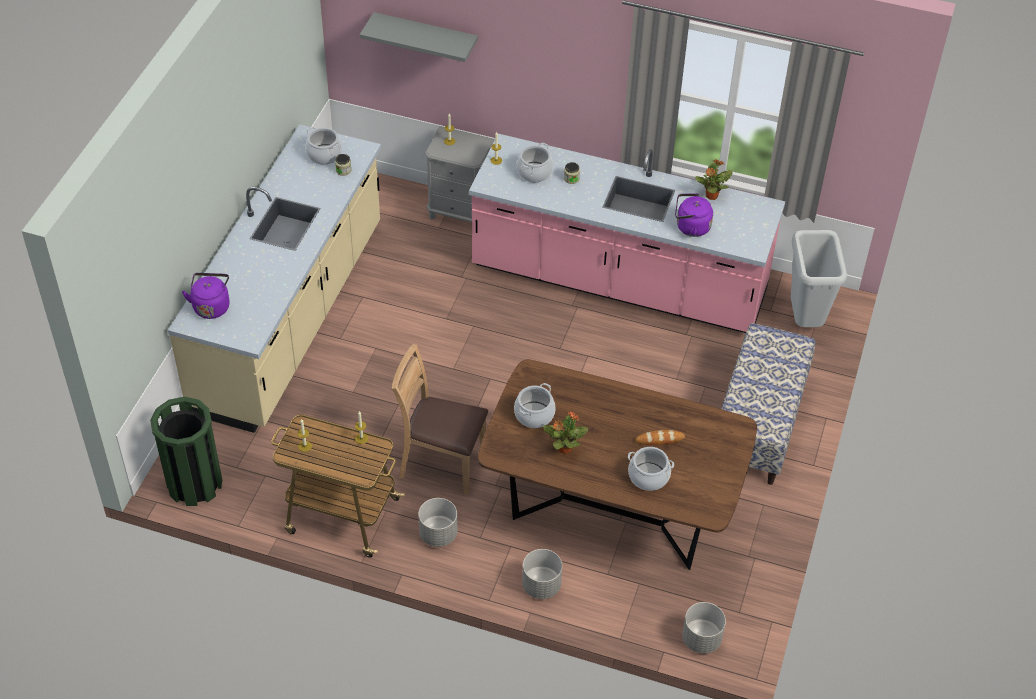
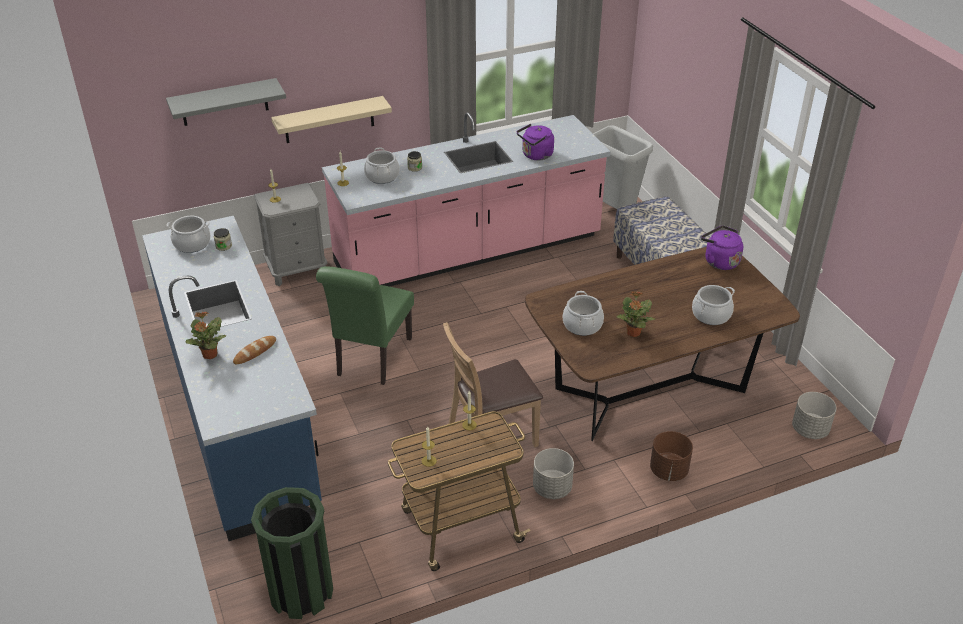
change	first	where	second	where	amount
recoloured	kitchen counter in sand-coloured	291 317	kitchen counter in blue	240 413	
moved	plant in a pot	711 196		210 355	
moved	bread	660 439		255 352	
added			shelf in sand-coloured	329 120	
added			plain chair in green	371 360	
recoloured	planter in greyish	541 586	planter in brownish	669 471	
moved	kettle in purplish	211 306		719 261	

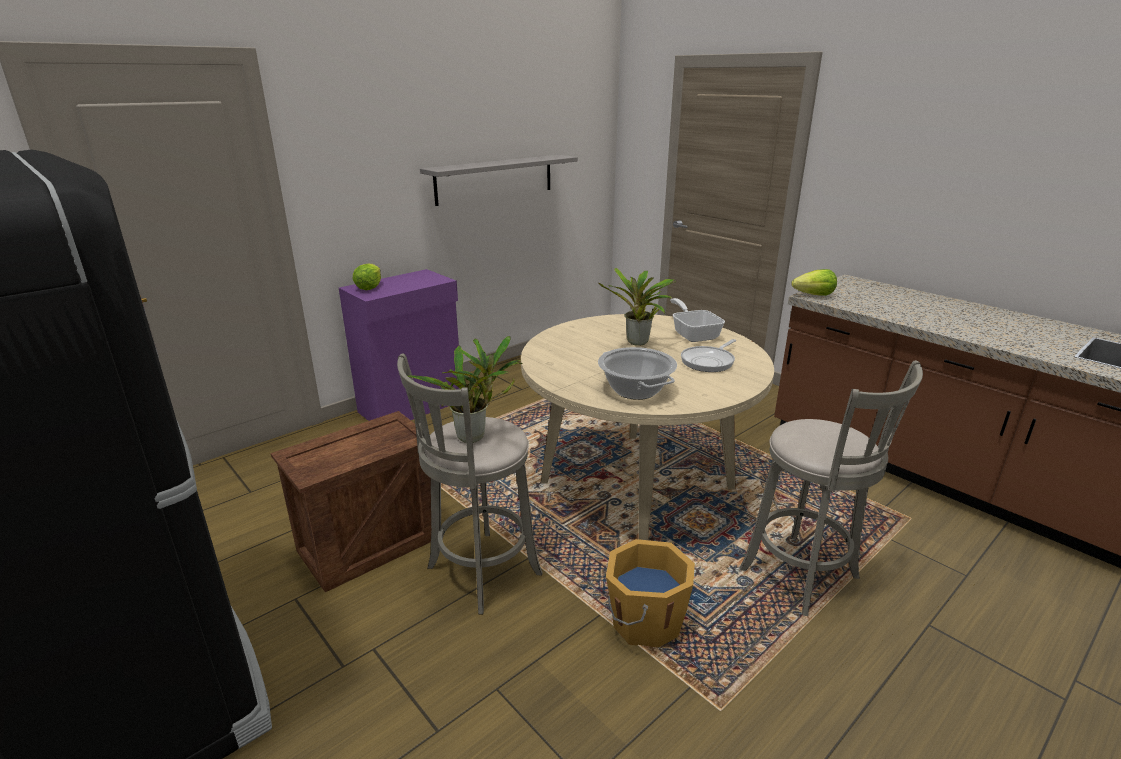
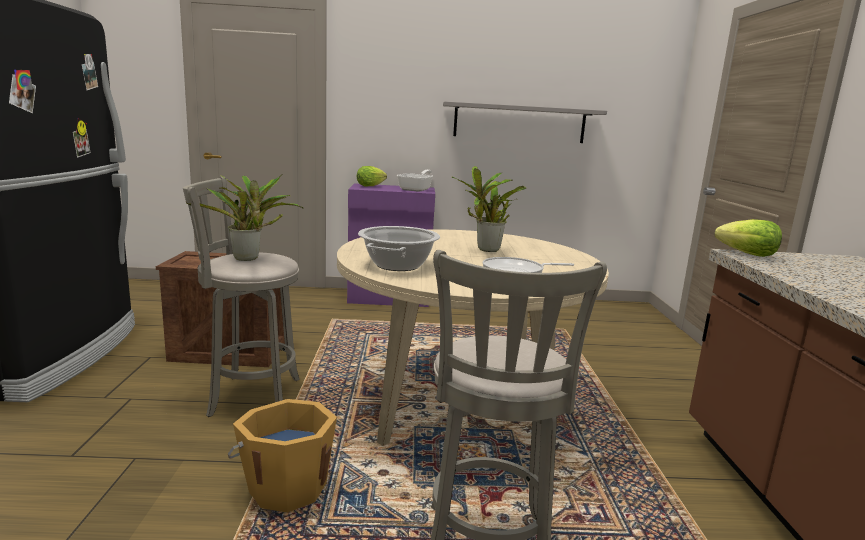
change	first	where	second	where	amount
moved	skillet	693 334		417 189	

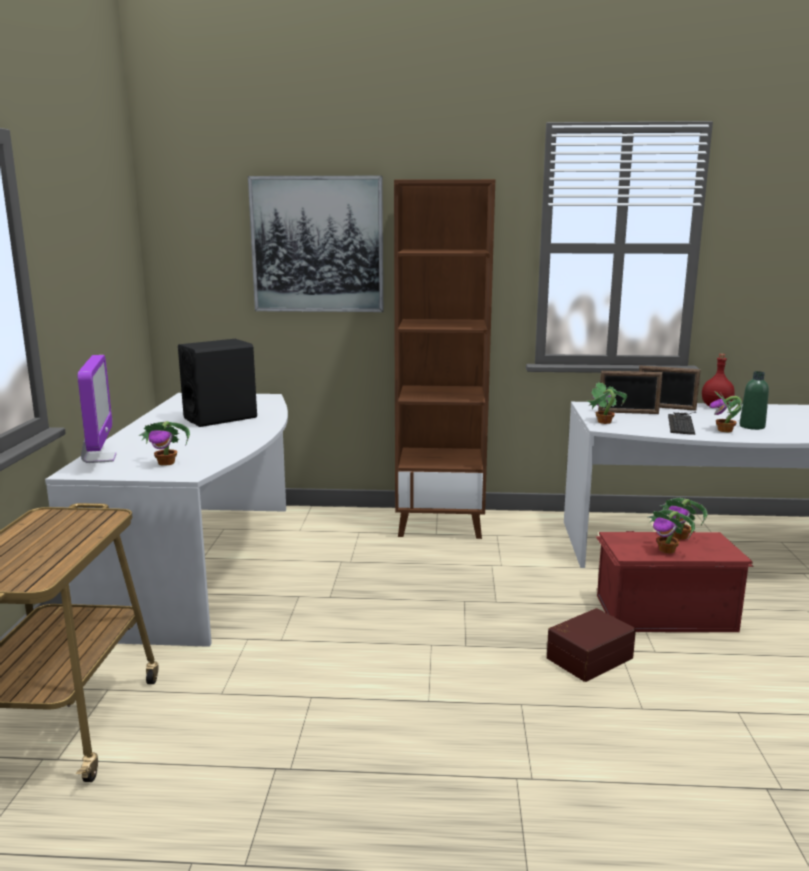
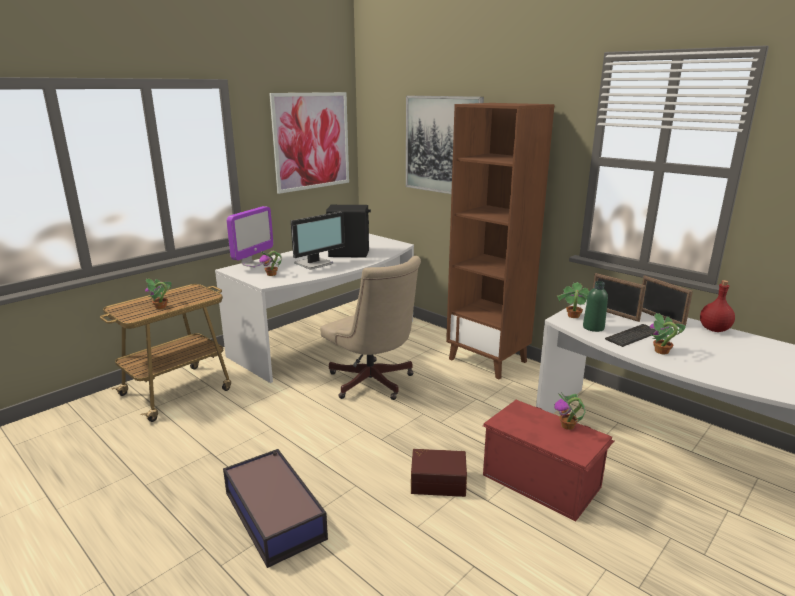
change	first	where	second	where	amount
moved	plant in a pot	667 550		161 307	
added			storage container	274 514	
added			picture	311 141	
added			computer screen	315 263	
added			office chair in sand-coloured	373 384	
moved	beverage bottle in green	752 426		593 327	

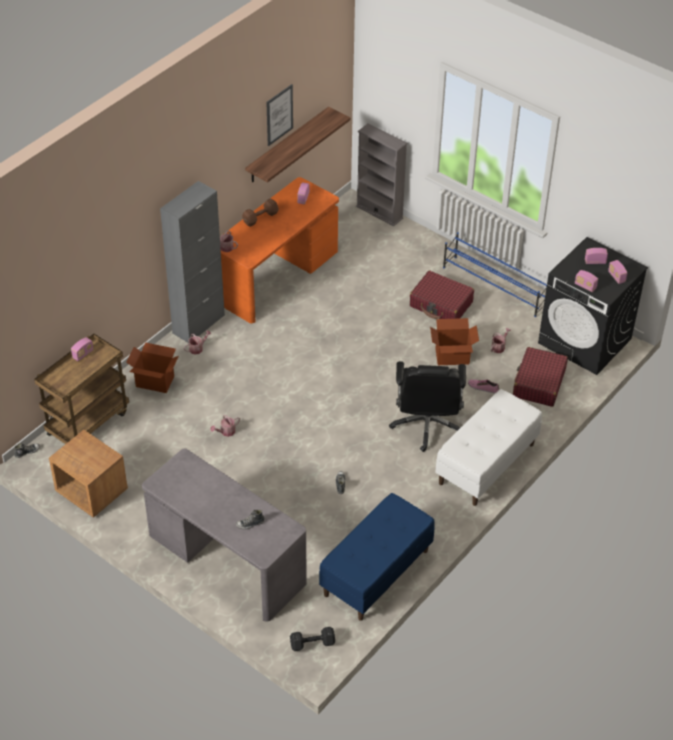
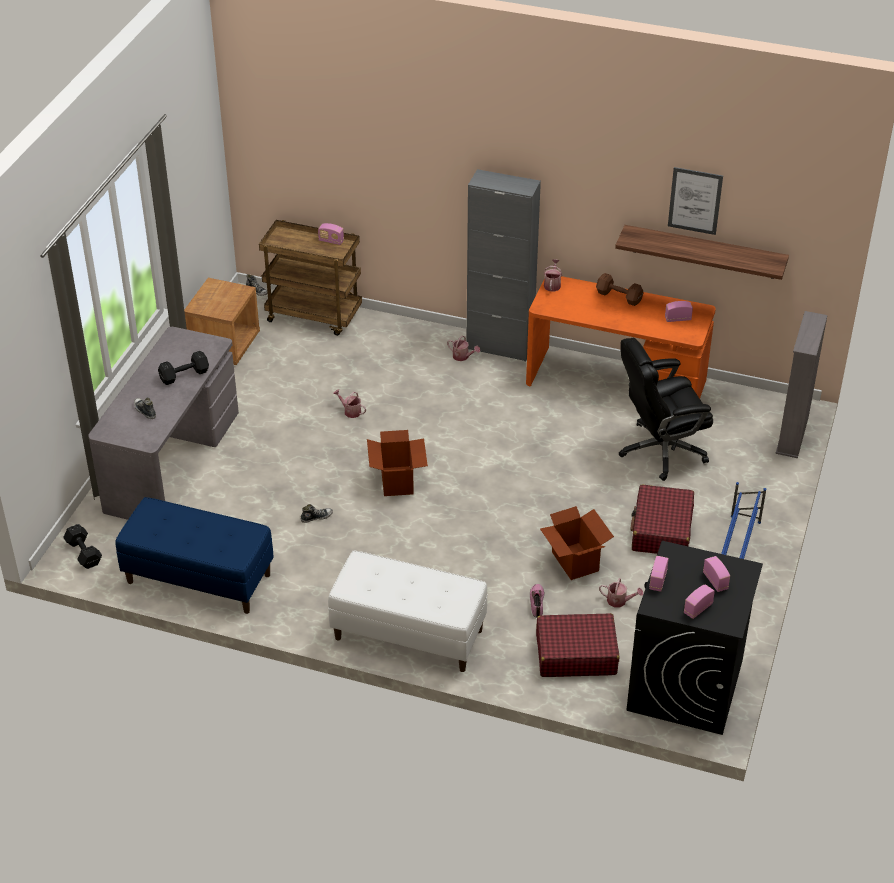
change	first	where	second	where	amount
added			free weight in black	183 375	
moved	cardboard box	155 381		397 481	
moved	office chair in black	427 425		660 450	

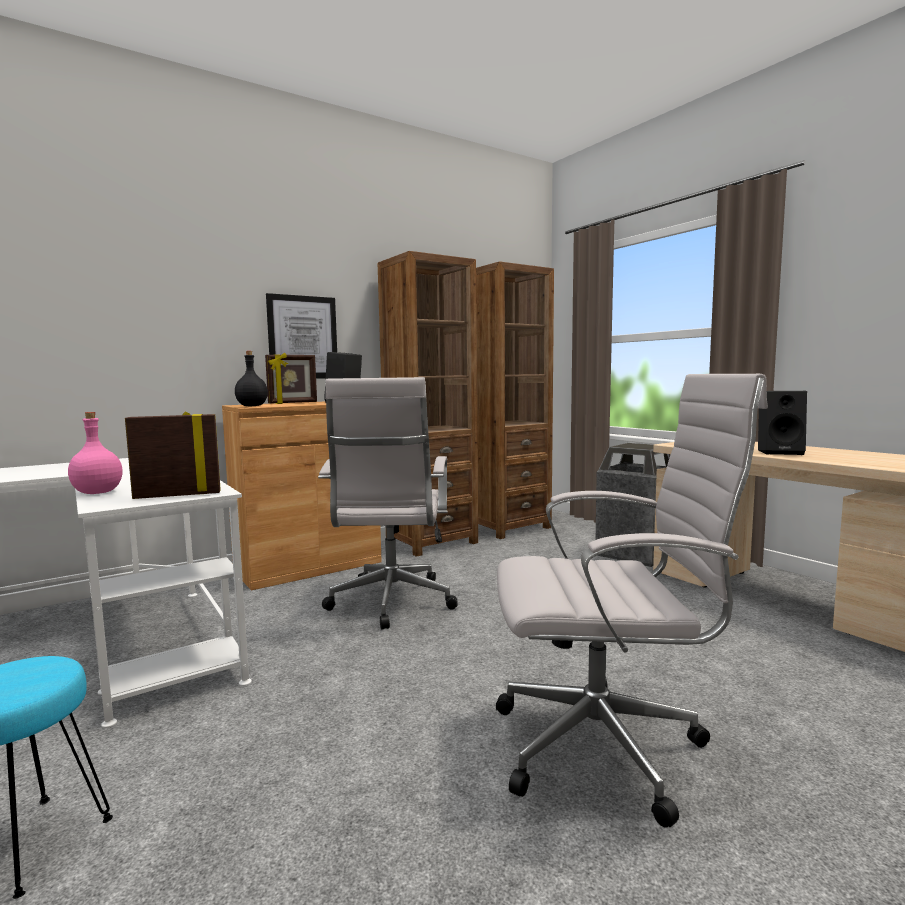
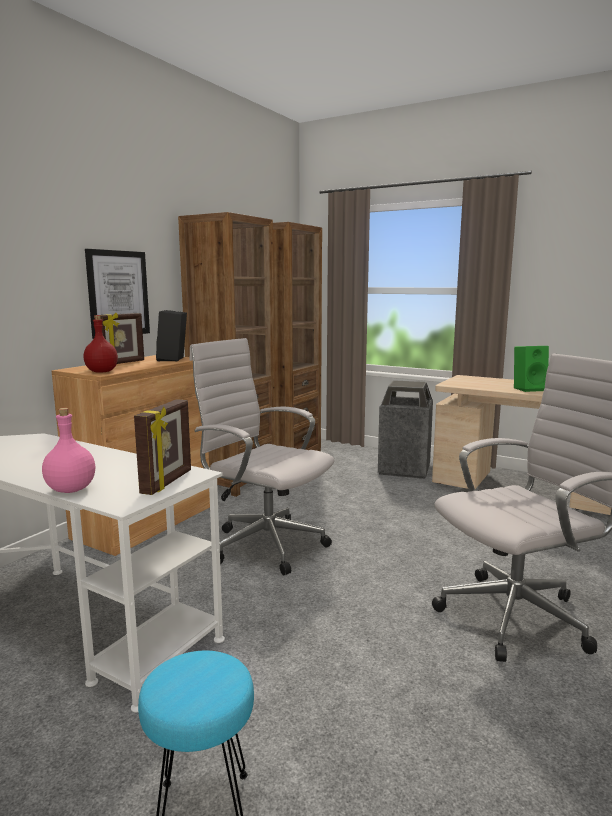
change	first	where	second	where	amount
recoloured	beverage bottle in black	252 406	beverage bottle in red-coloured	102 371	
turned	picture frame	178 495		168 482	150 degrees clockwise
turned	office chair in white-coloured	391 604		264 544	150 degrees clockwise
recoloured	speaker in black	780 452	speaker in green	529 389	

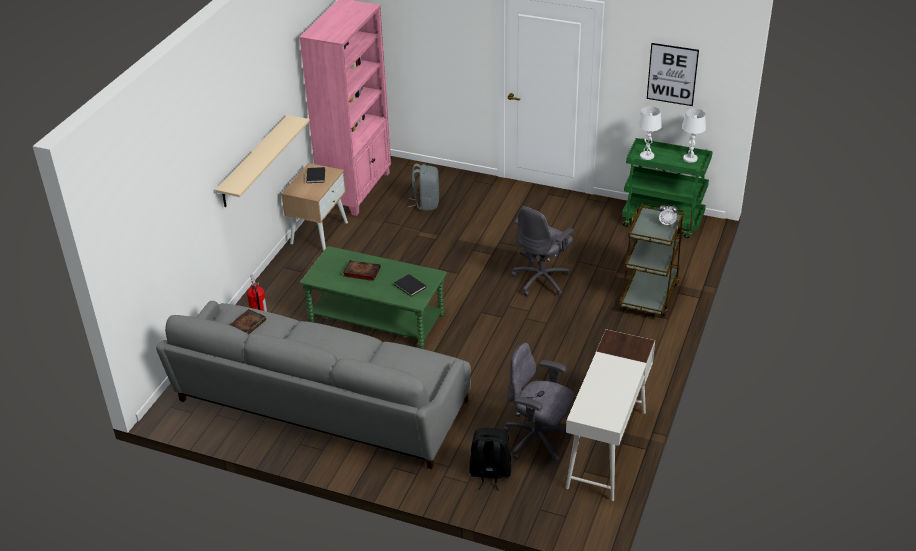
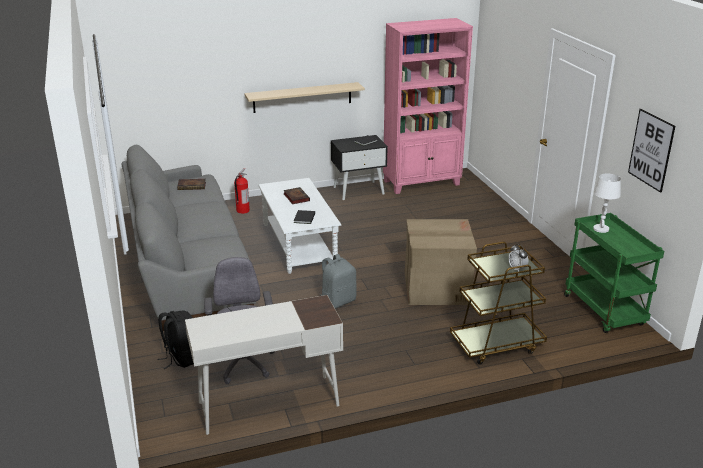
change	first	where	second	where	amount
recoloured	coffee table in green	376 318	coffee table in white-coloured	299 244	
moved	rucksack in greyish	426 203		338 301	
recoloured	night table in sand-coloured	319 232	night table in black	359 190	
replaced	office chair in greyish	542 280	cardboard box	436 288	
removed	tabletop lamp in white-coloured	690 158			

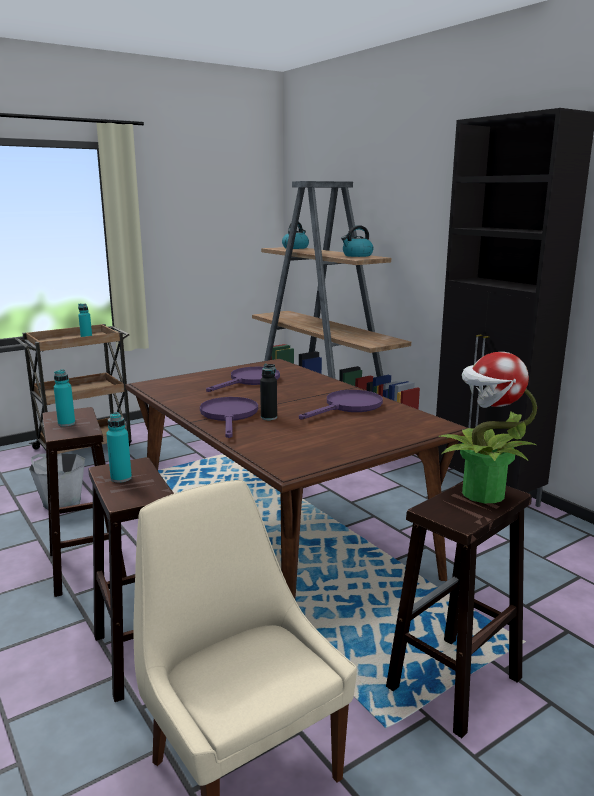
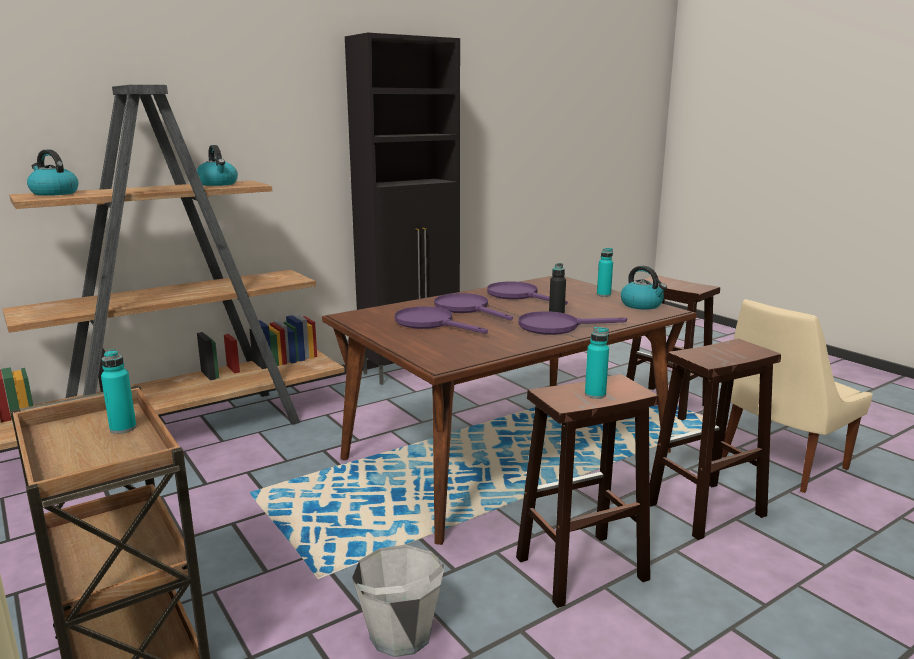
change	first	where	second	where	amount
added			skillet in purplish	467 309	
moved	beverage bottle in turquoise-coloured	121 478		603 294	
added			kettle	642 305	
removed	plant in a pot	481 494			

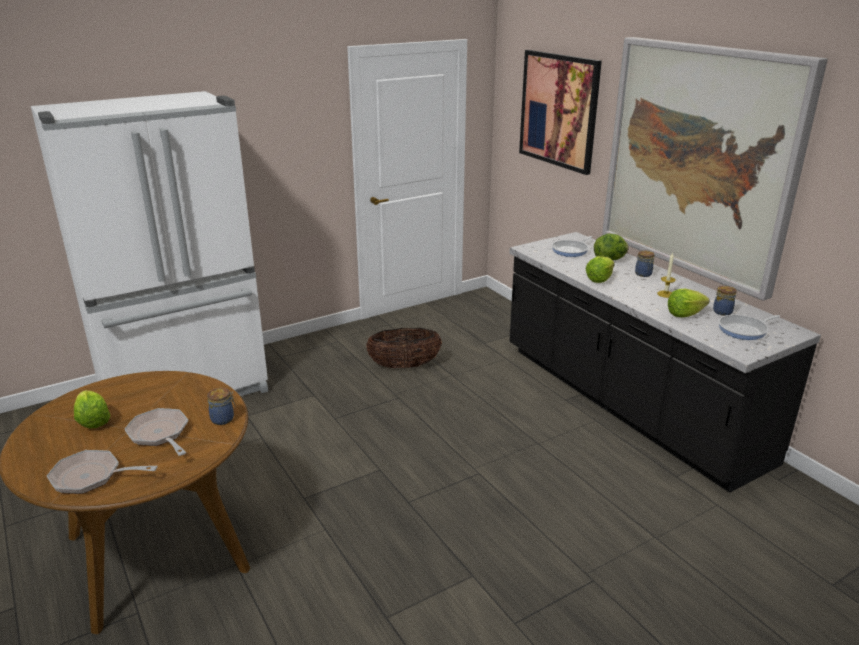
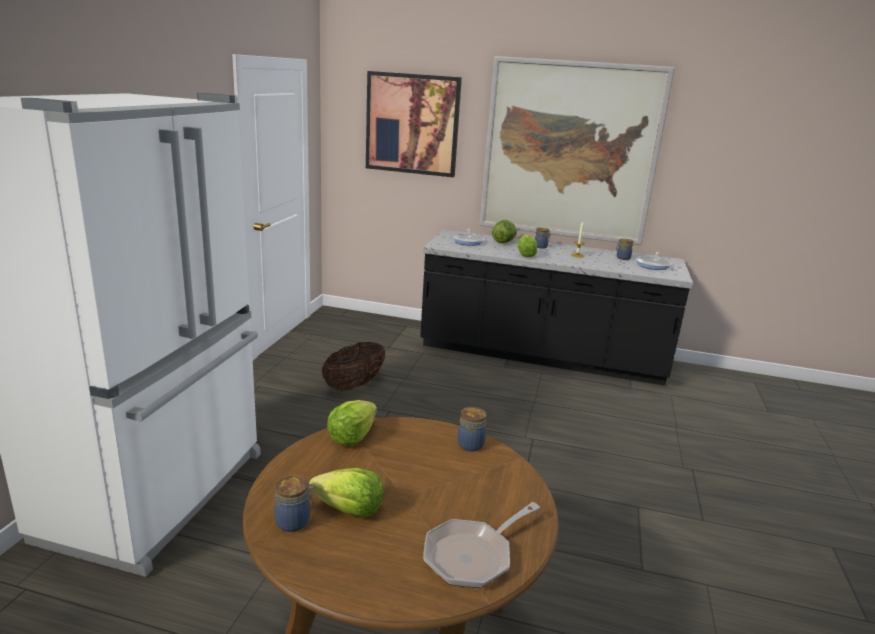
change	first	where	second	where	amount
added			preserve jar	294 522	
moved	lettuce head	684 314		352 436	
removed	skillet	160 435			

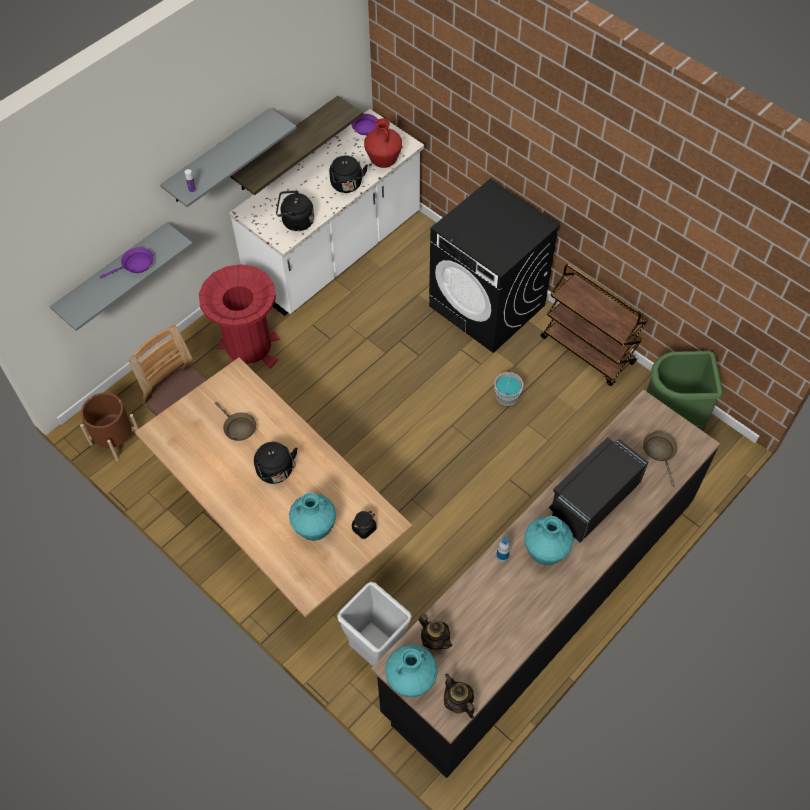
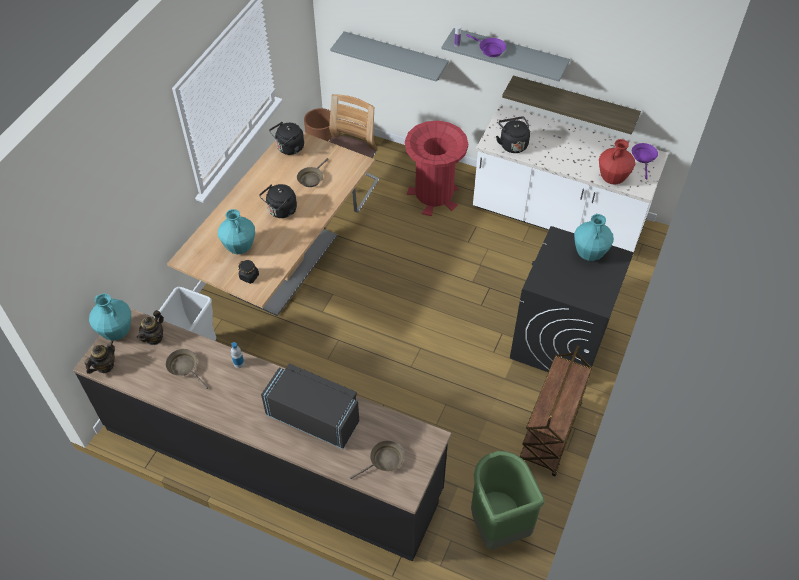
change	first	where	second	where	amount
added			skillet in brownish	185 367	
moved	kettle in black	347 185		289 148	
moved	skillet in purplish	135 265		490 49	
moved	decorative vase in turquoise-coloured	545 552		589 254	
removed	pail in greyish	506 397			

